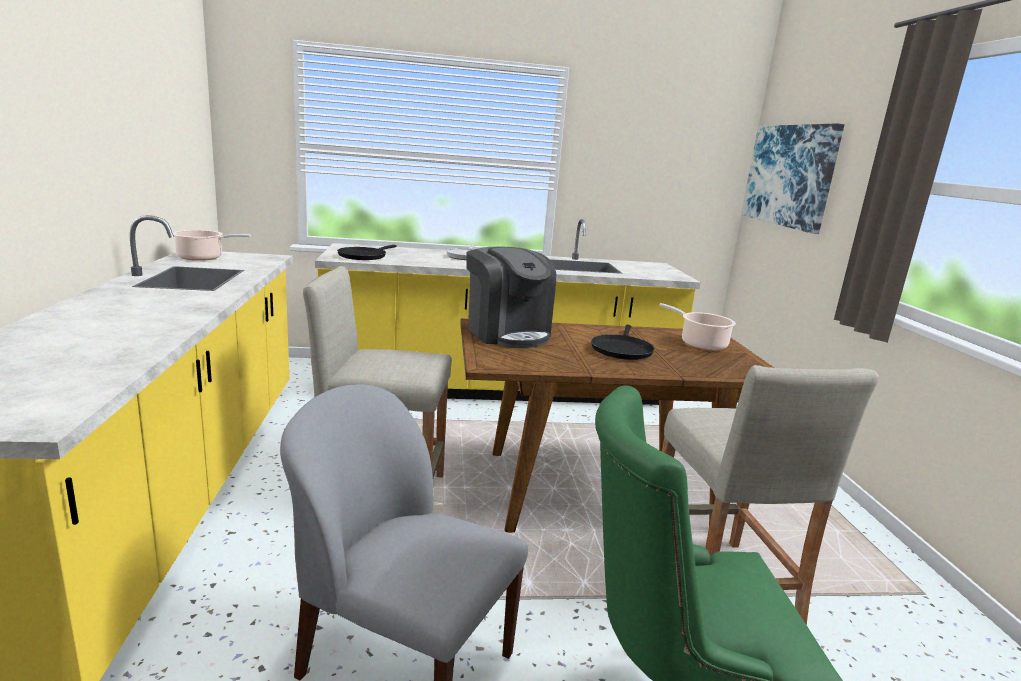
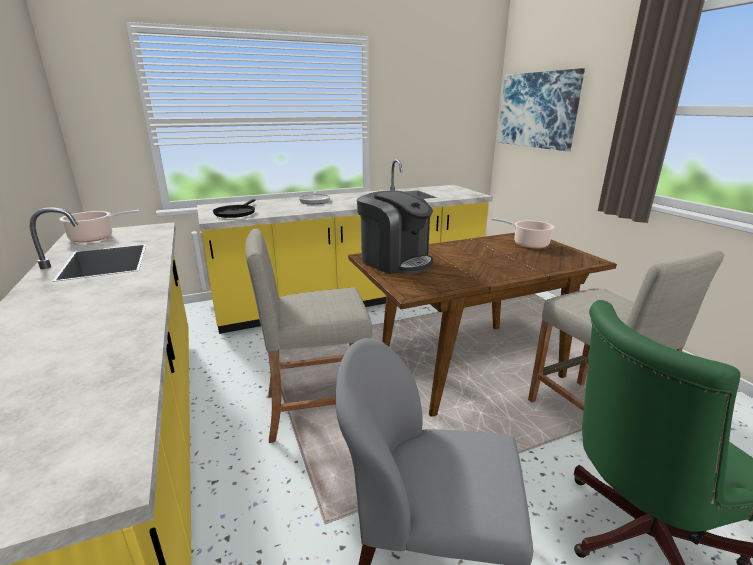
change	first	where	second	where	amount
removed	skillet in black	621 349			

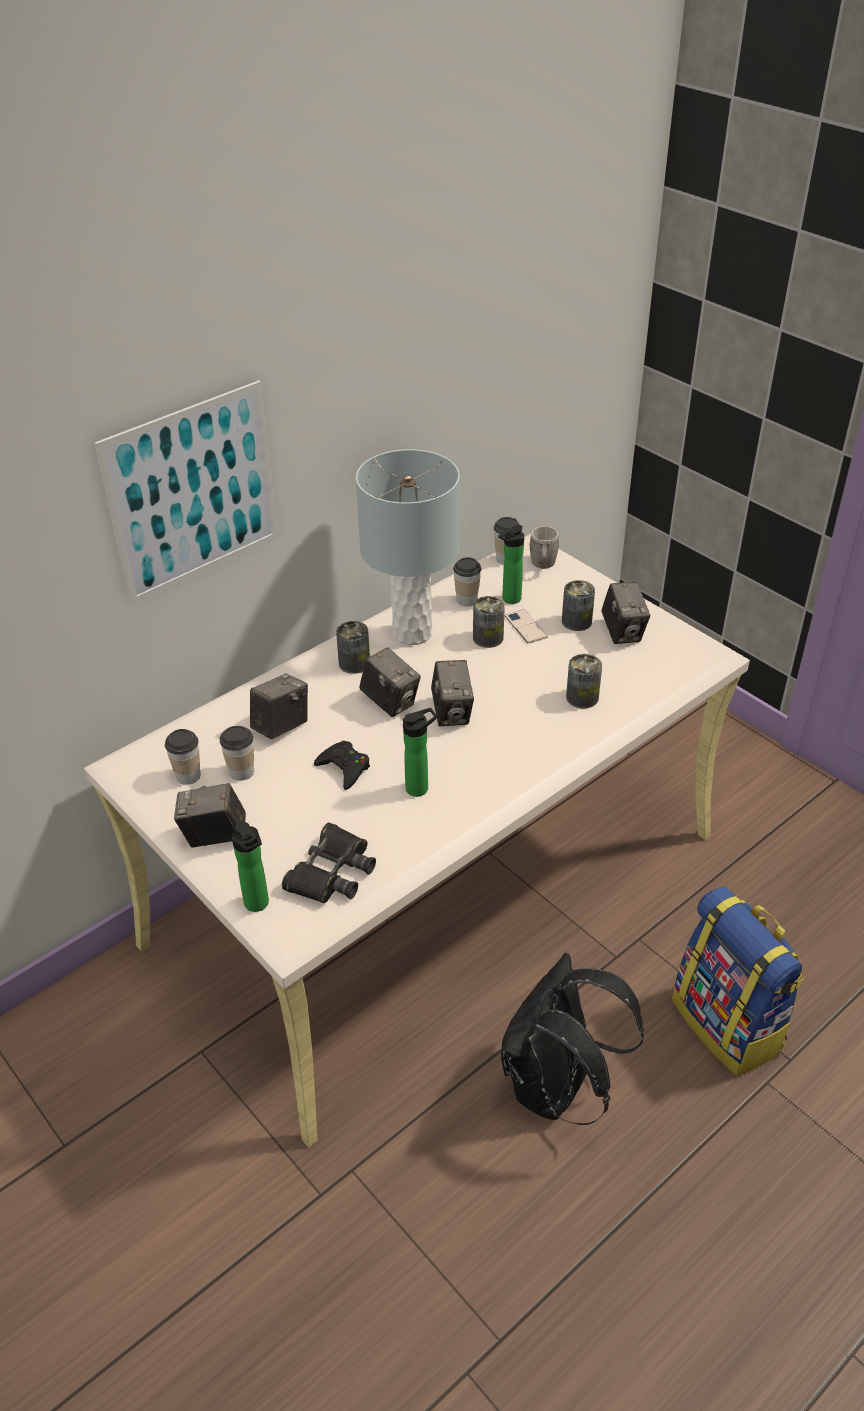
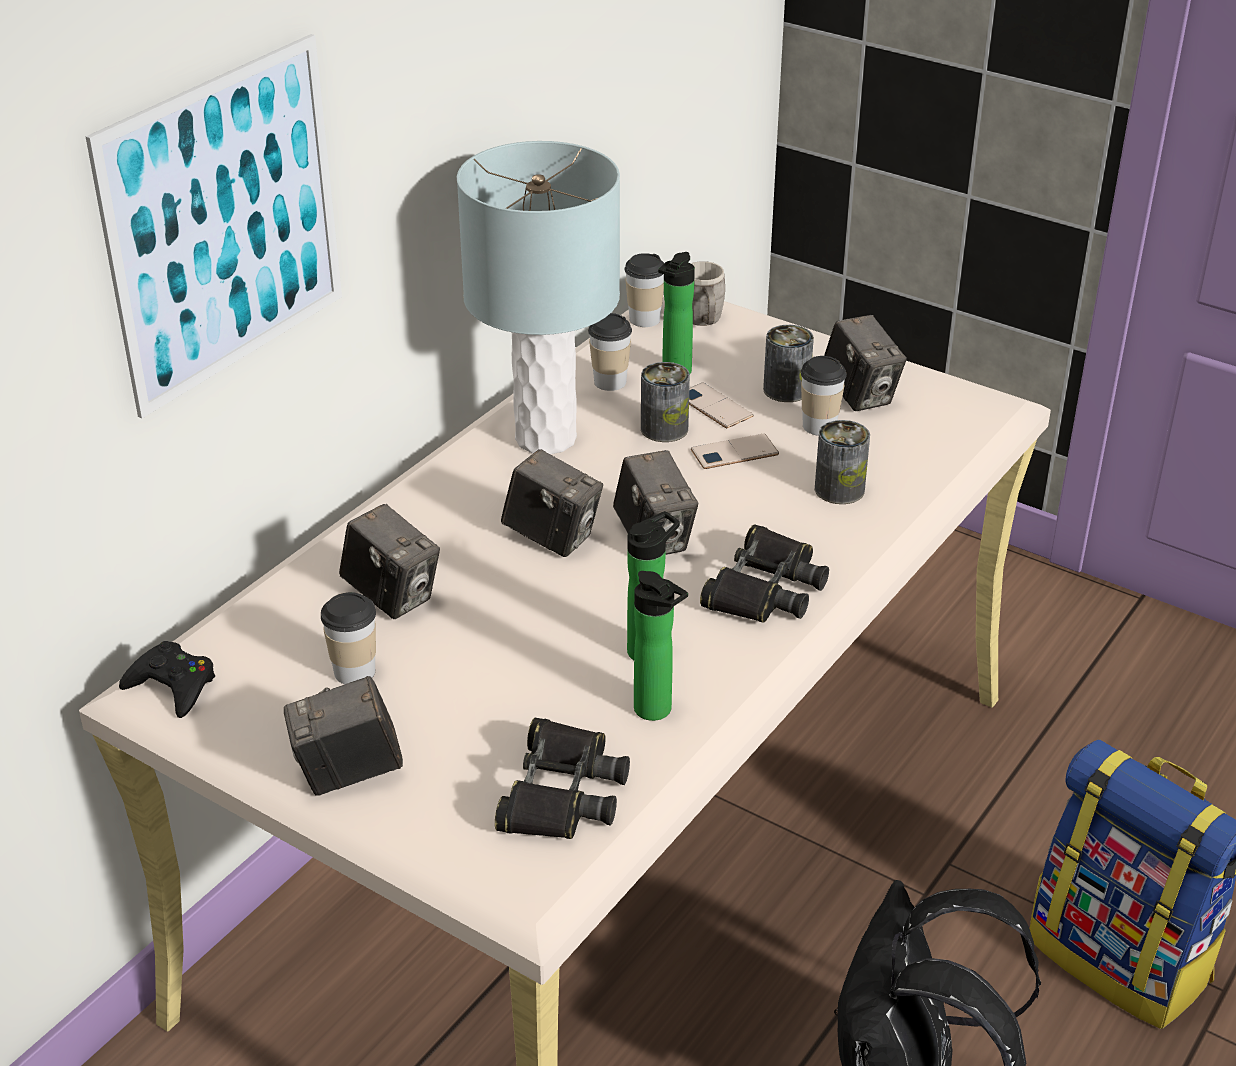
change	first	where	second	where	amount
moved	joypad in black	344 768		173 686	
turned	still camera	281 726		392 596	105 degrees clockwise
moved	beverage bottle	258 905		657 711	
added			phone	734 452	
added			pair of binoculars in black	765 588	
moved	cup	188 775		819 426	
removed	metal can	354 663			

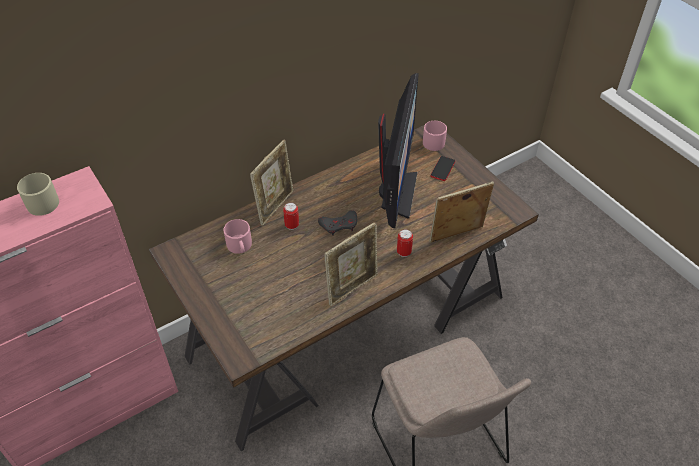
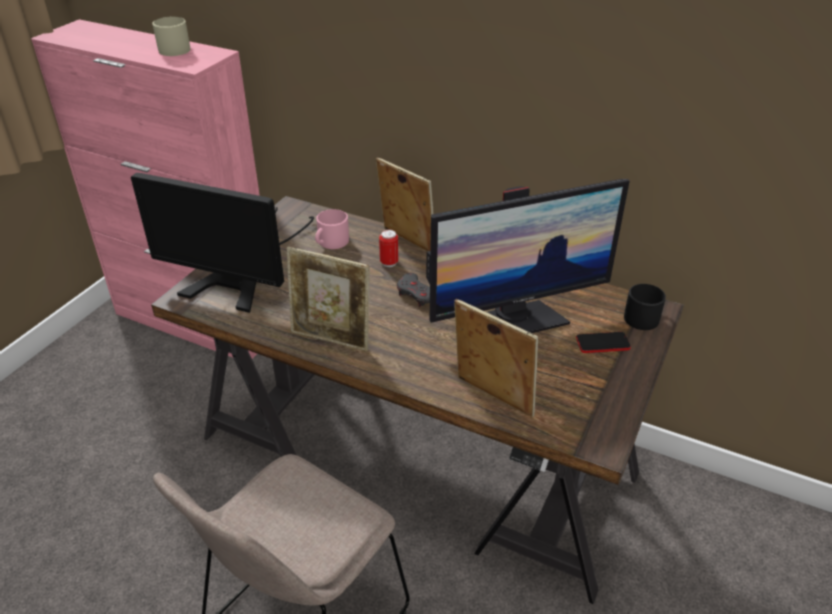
change	first	where	second	where	amount
added			computer screen	239 276	
turned	picture frame	275 206		406 242	135 degrees counterclockwise
recoloured	coffee mug in pink-coloured	433 141	coffee mug in black	644 317	
removed	metal can	404 252			

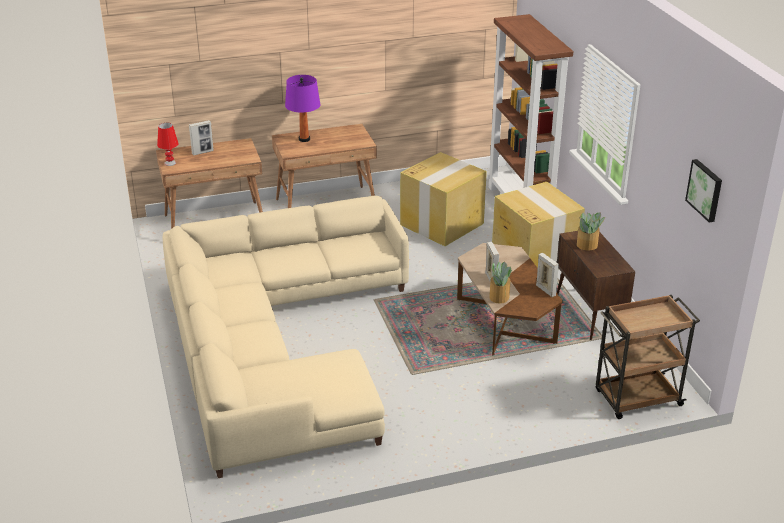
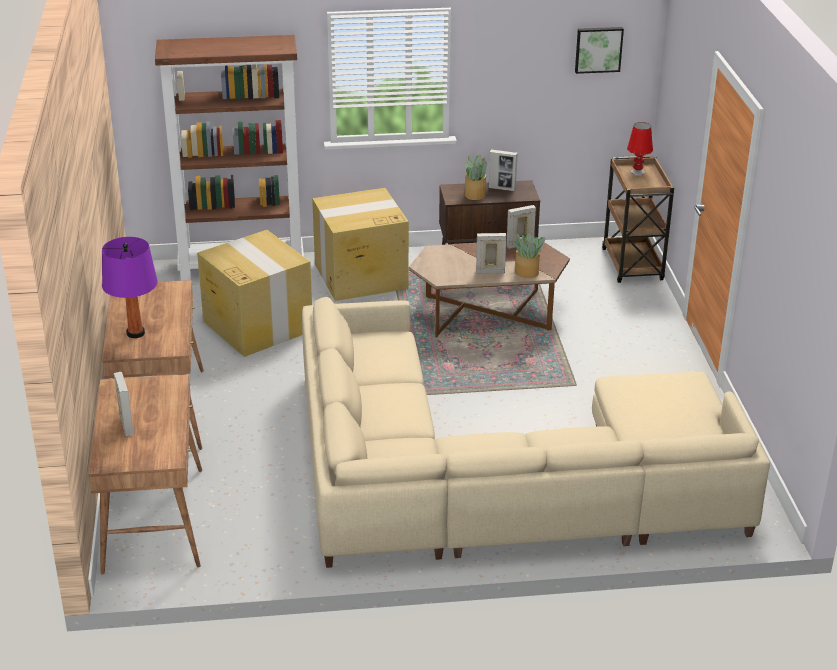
change	first	where	second	where	amount
added			picture frame	502 188	
moved	tabletop lamp in red-coloured	170 163		637 172	

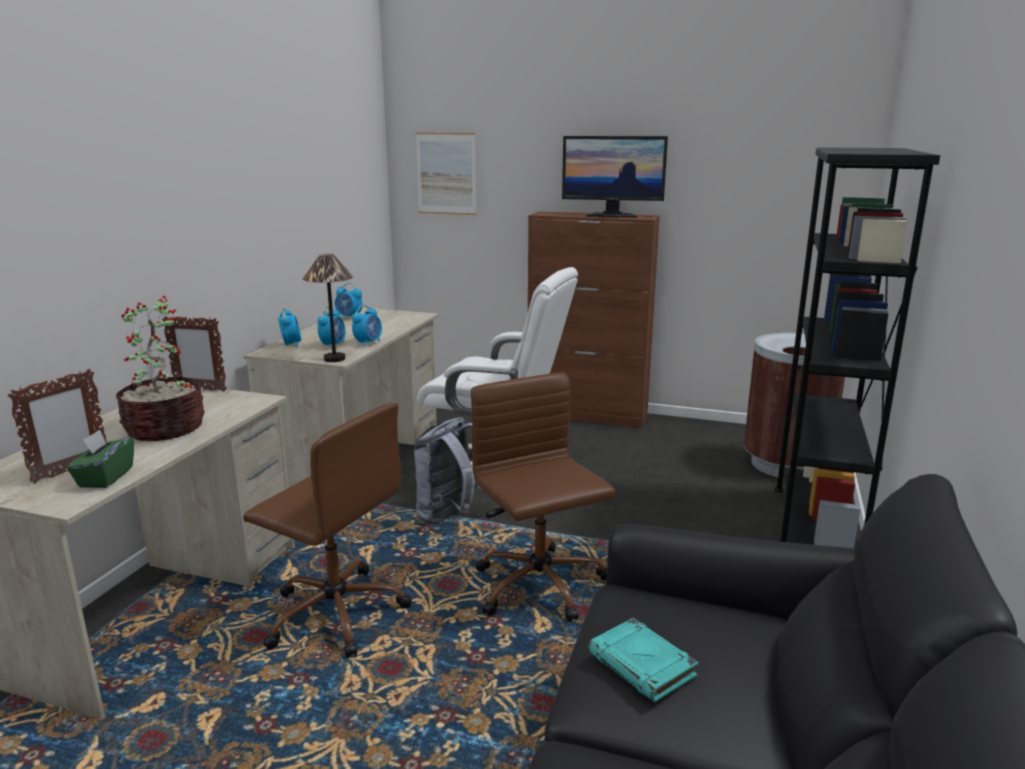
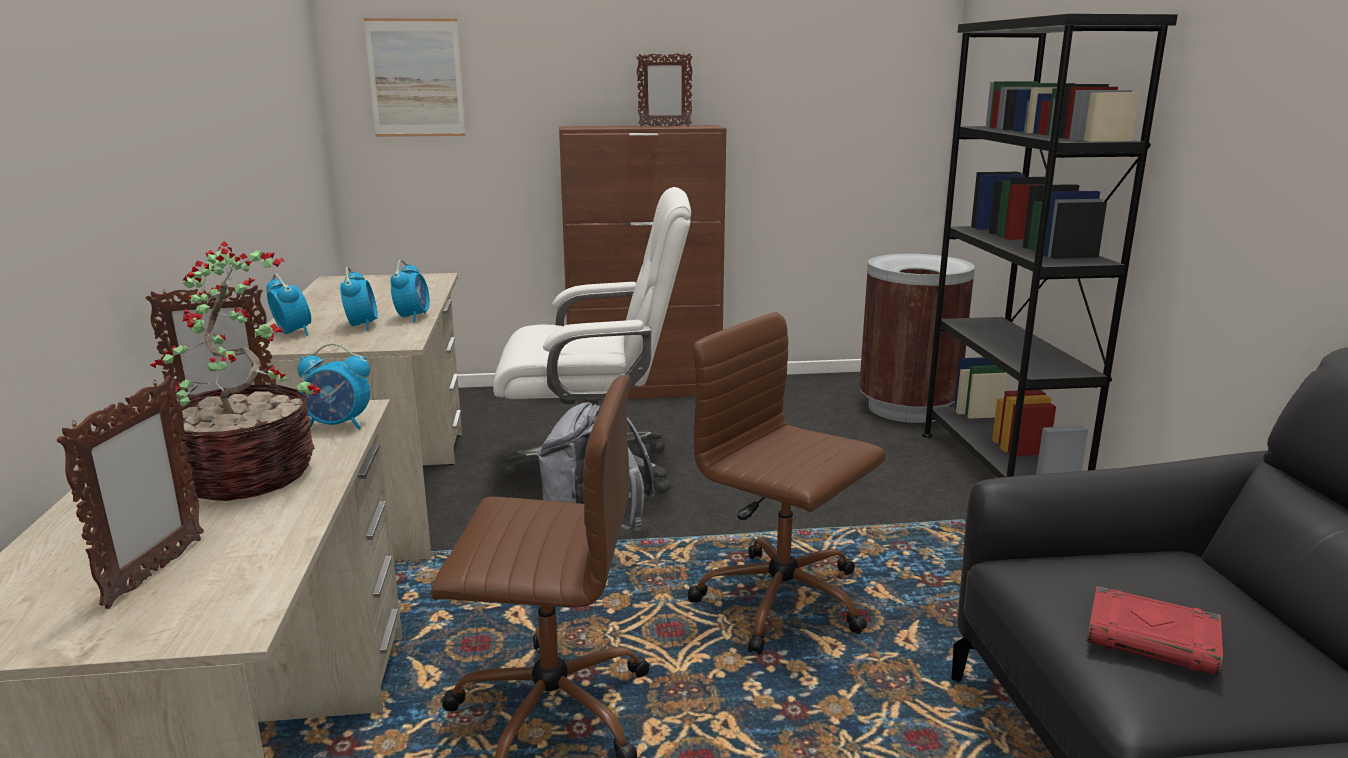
change	first	where	second	where	amount
moved	table clock	349 317		338 425	
replaced	computer screen	611 215	picture frame	664 126	
recoloured	volume in turquoise-coloured	643 665	volume in red-coloured	1153 638	
removed	tissue holder in green	105 477			
removed	tabletop lamp	334 359			

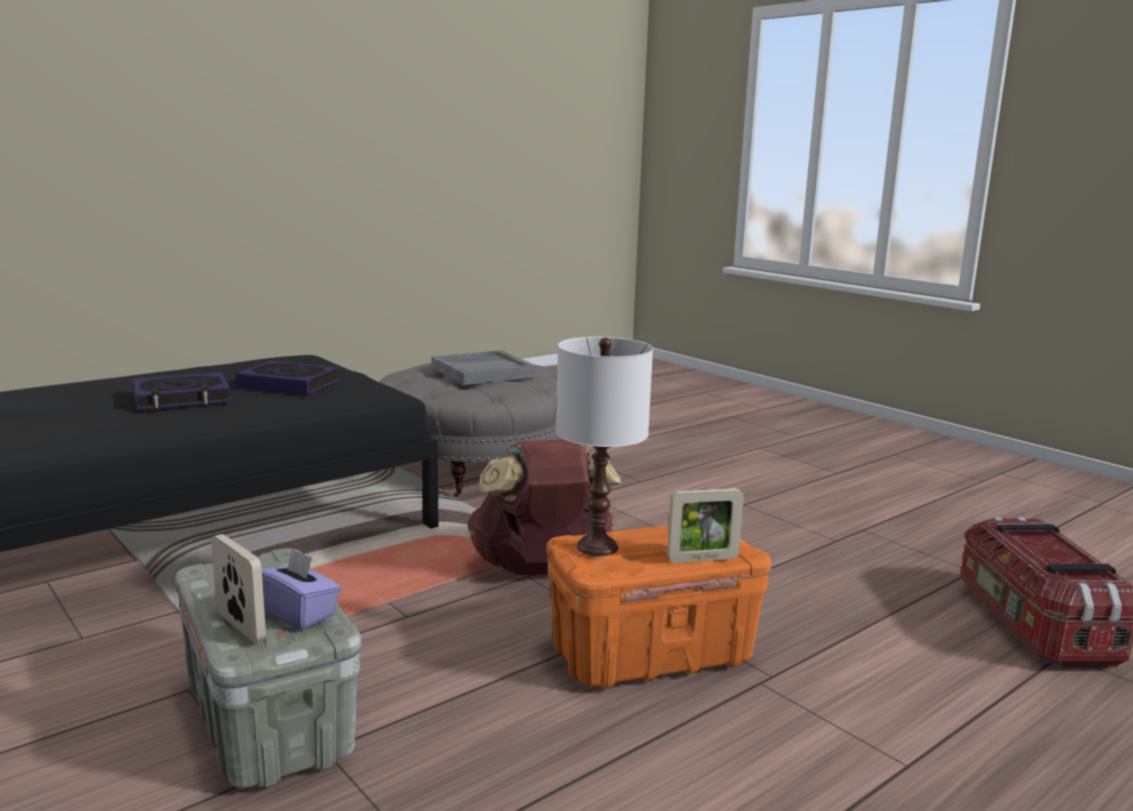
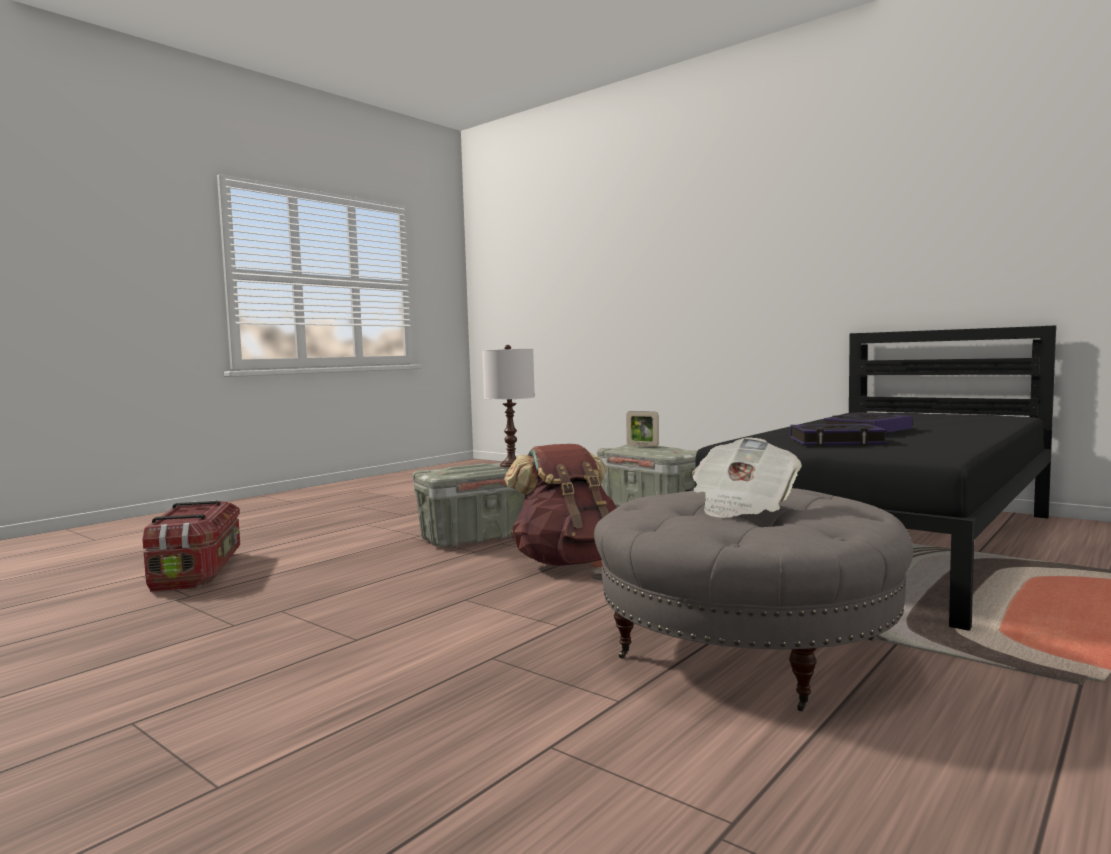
change	first	where	second	where	amount
recoloured	storage container in orangey	652 655	storage container in greyish	479 537	
replaced	carrying tray in greyish	483 371	newspaper	742 507	
removed	tissue holder in purplish	298 613			
removed	picture frame	702 559			

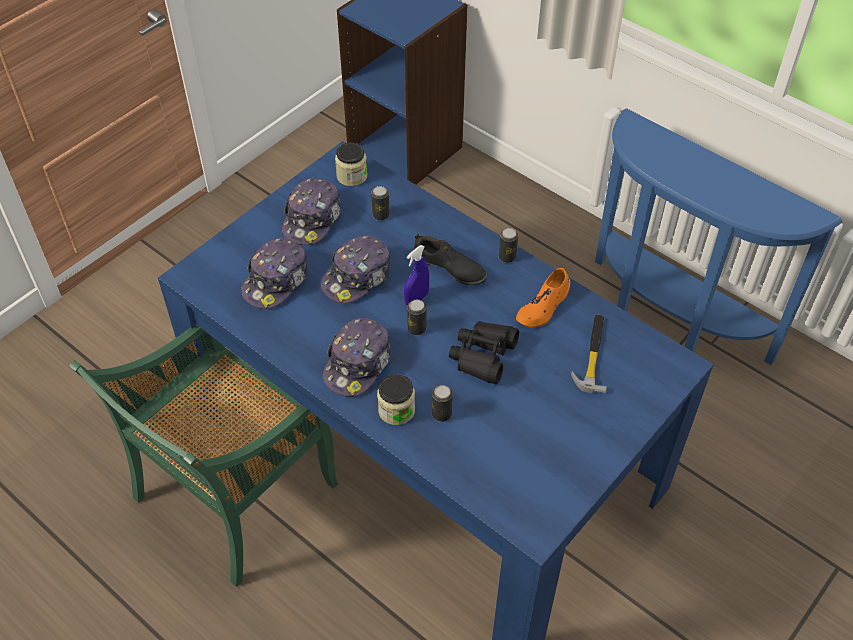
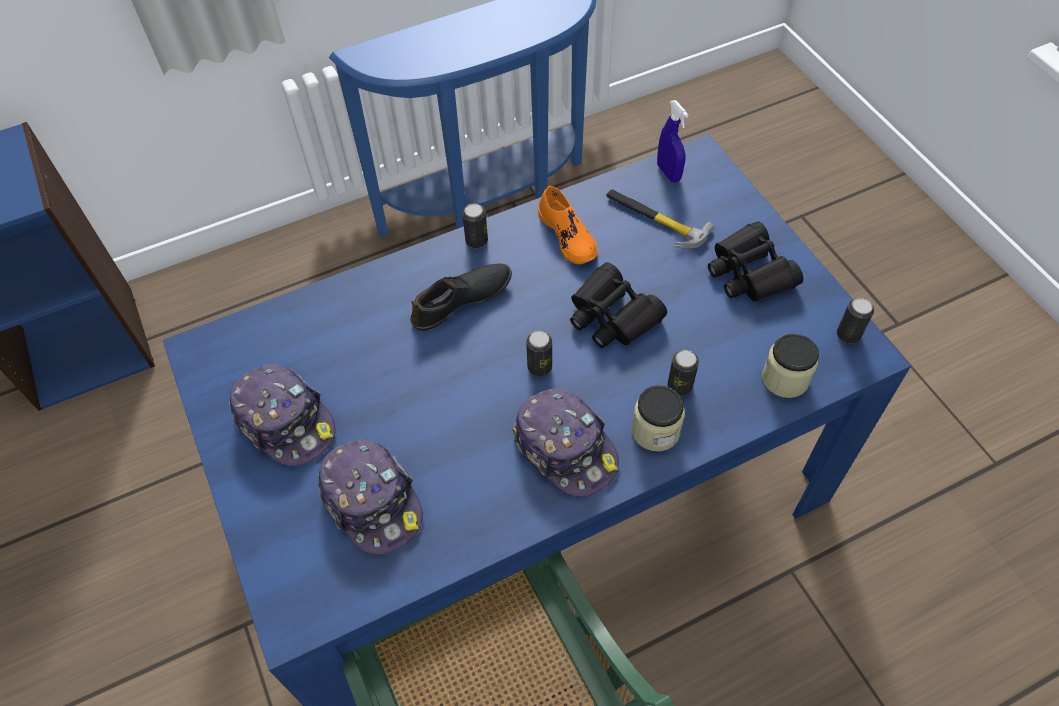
change	first	where	second	where	amount
moved	hand sprayer in blue	416 299		668 173	
added			pair of binoculars in black	749 272	
moved	preserve jar	352 176		785 378	
moved	metal can	381 215		848 334	
removed	cap	357 277			

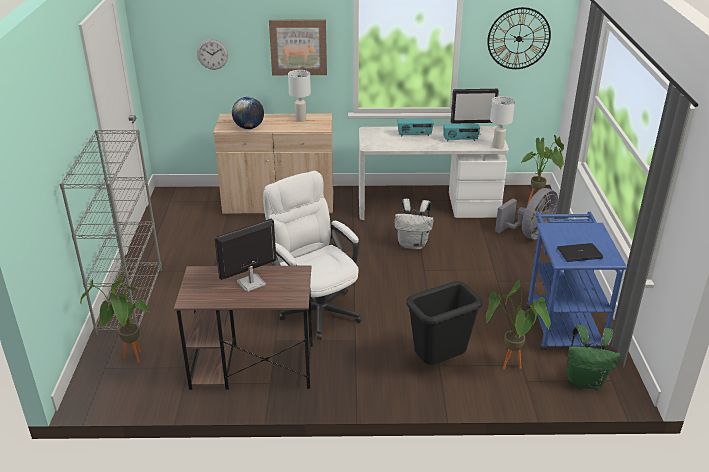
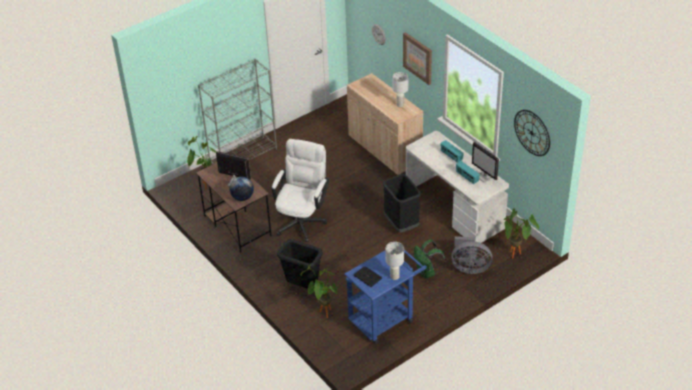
change	first	where	second	where	amount
moved	globe	249 127		242 197	
replaced	rucksack in white-coloured	413 244	waste bin in black	401 224	
moved	tabletop lamp in white-coloured	498 146		395 276	
moved	rucksack in green	585 381		427 272	

